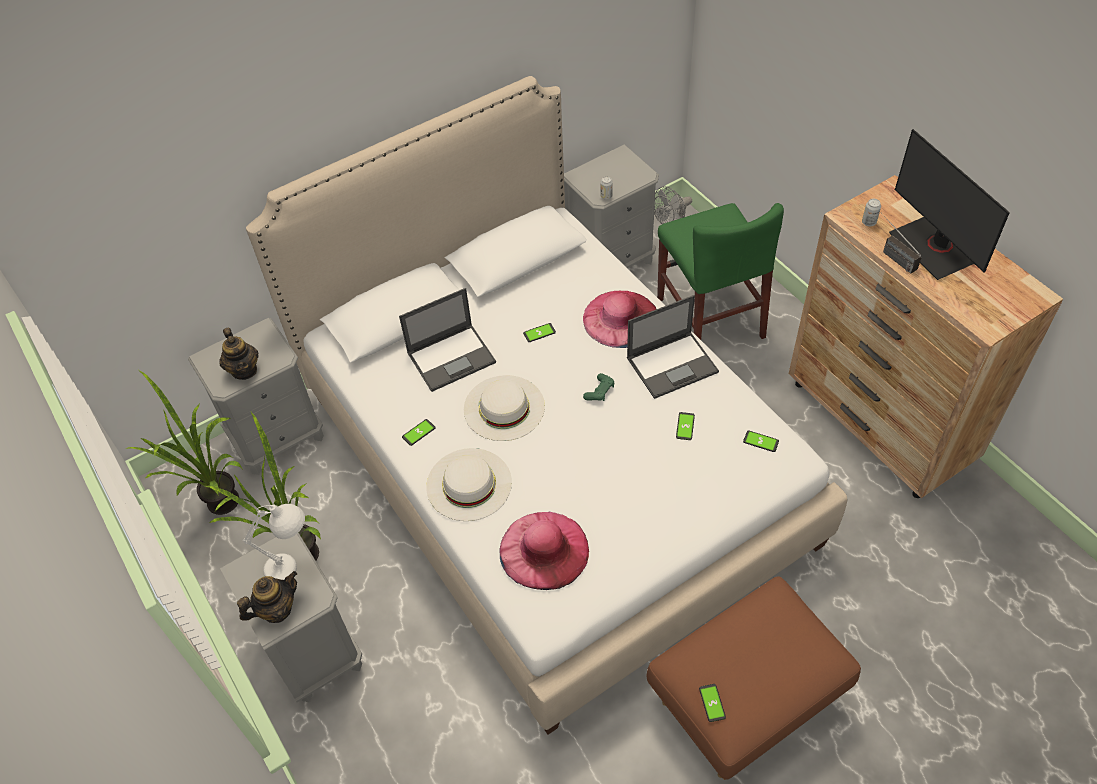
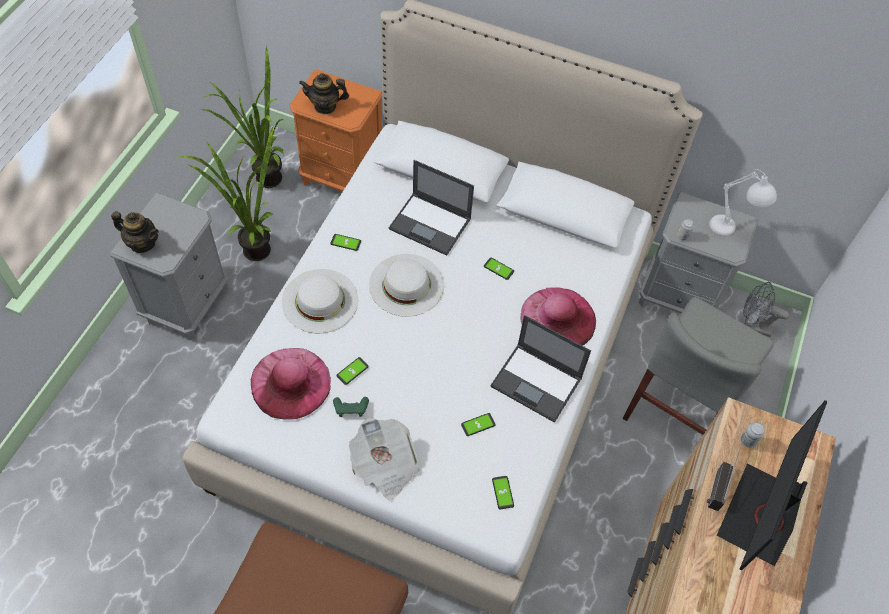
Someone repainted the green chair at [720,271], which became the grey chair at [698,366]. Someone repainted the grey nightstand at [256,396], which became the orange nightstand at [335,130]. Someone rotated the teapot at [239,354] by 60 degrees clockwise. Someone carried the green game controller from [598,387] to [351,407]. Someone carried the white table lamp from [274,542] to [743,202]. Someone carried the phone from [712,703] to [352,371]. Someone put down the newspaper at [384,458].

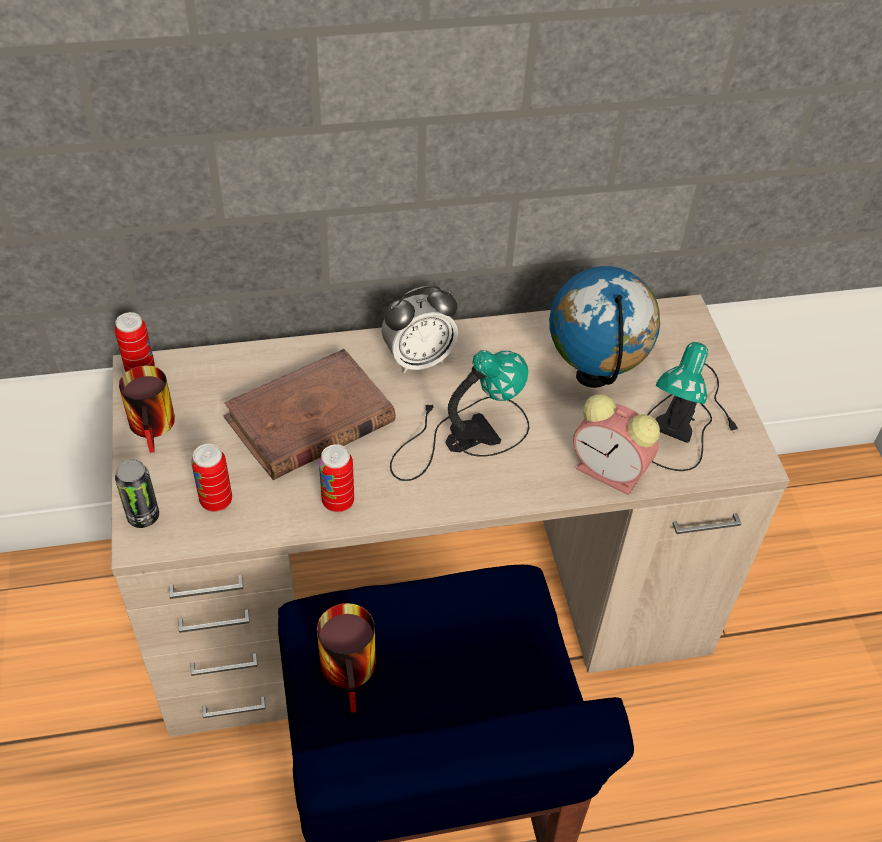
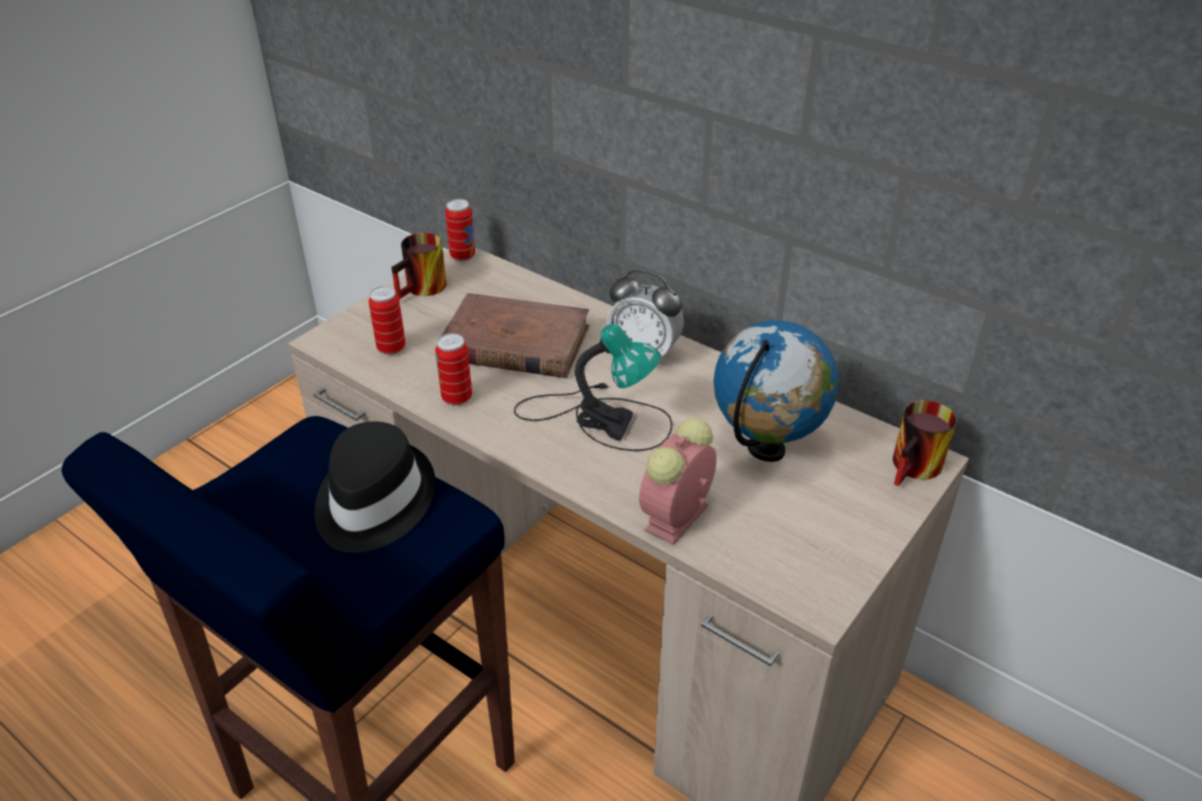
Someone took away the table lamp at [693,406]. Someone rotated the alarm clock at [616,444] by 45 degrees clockwise. Someone took away the can at [137,493]. Someone carried the mug from [346,658] to [924,443]. Someone put down the black hat at [375,487].

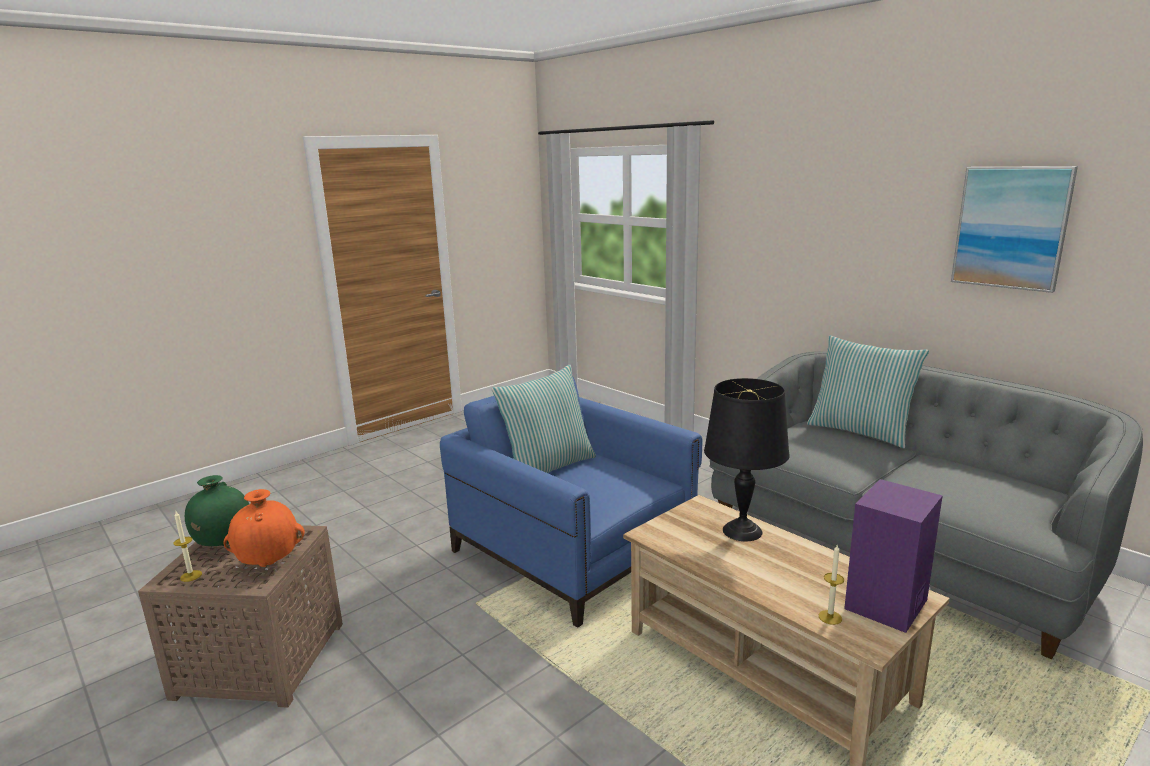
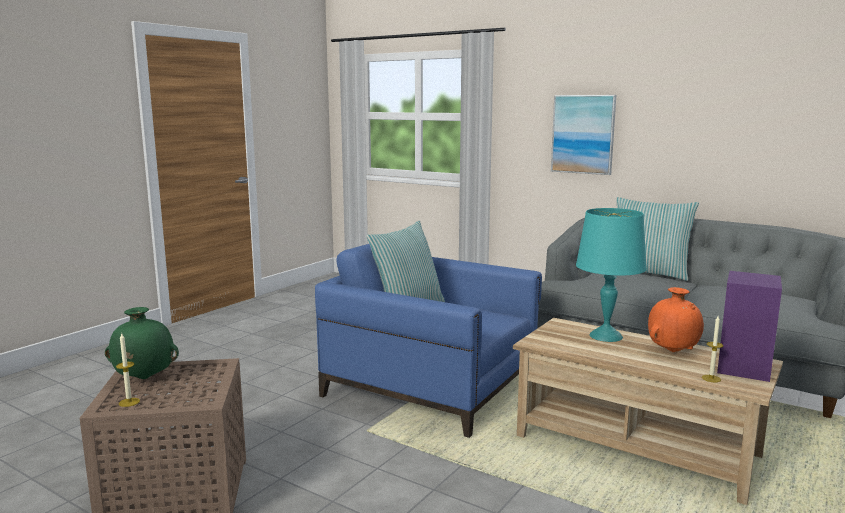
Someone carried the picture from [1014,229] to [583,135]. Someone repainted the black table lamp at [747,459], which became the turquoise table lamp at [611,275]. Someone carried the orange vase from [264,528] to [676,319].

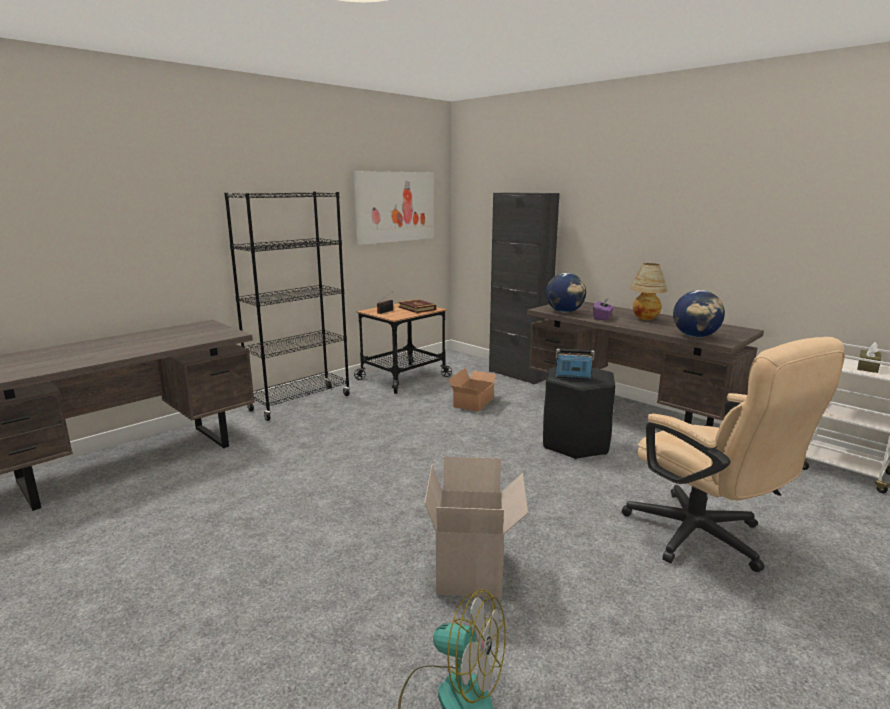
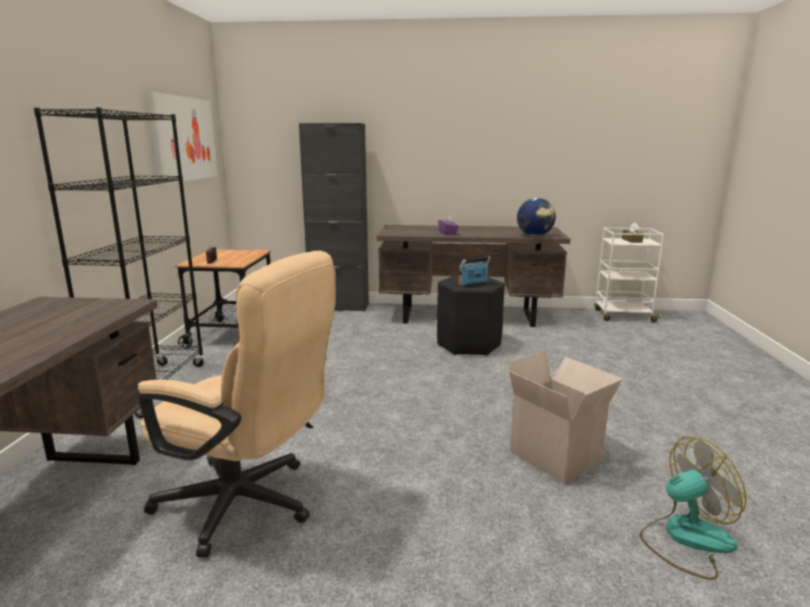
Someone took away the table lamp at [649,291]. Someone took away the globe at [566,293]. Someone took away the book at [417,306]. Someone carried the beige office chair from [733,454] to [237,404]. Someone took away the cardboard box at [474,390].

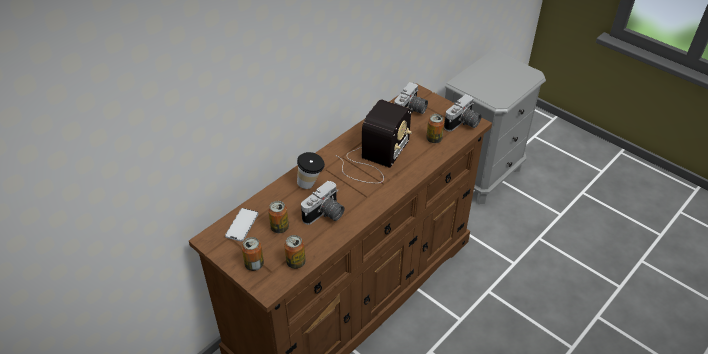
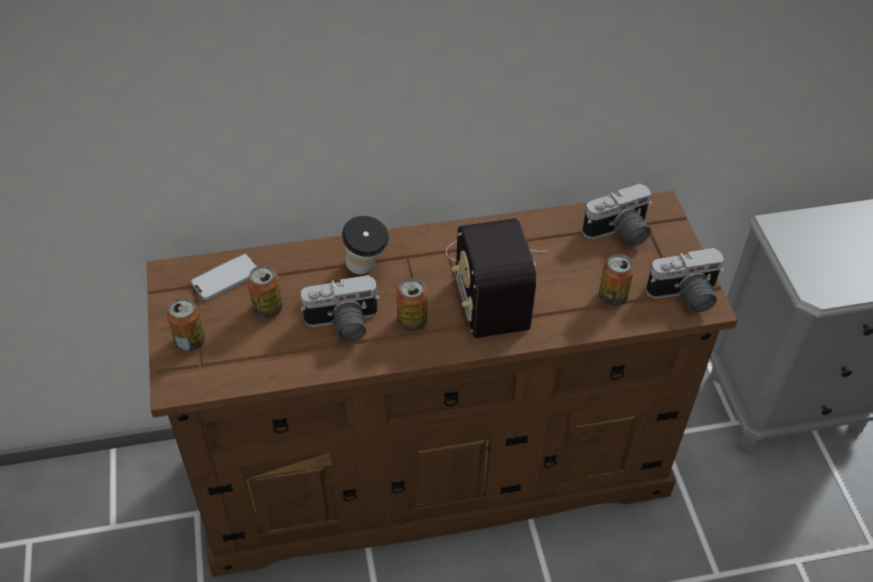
Someone rotated the radio at [373,141] by 105 degrees clockwise. Someone carried the can from [295,252] to [411,304].

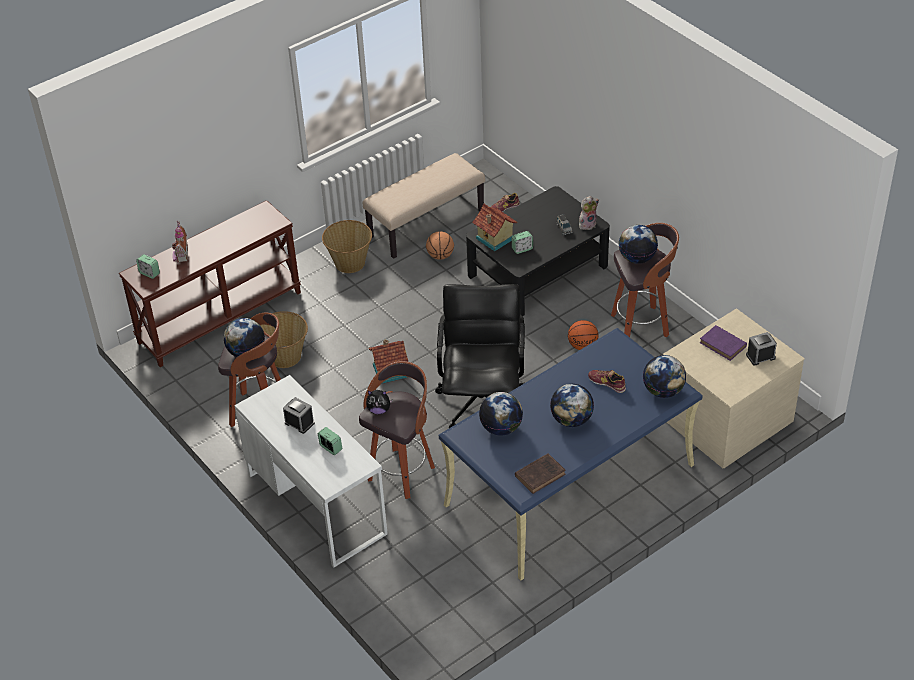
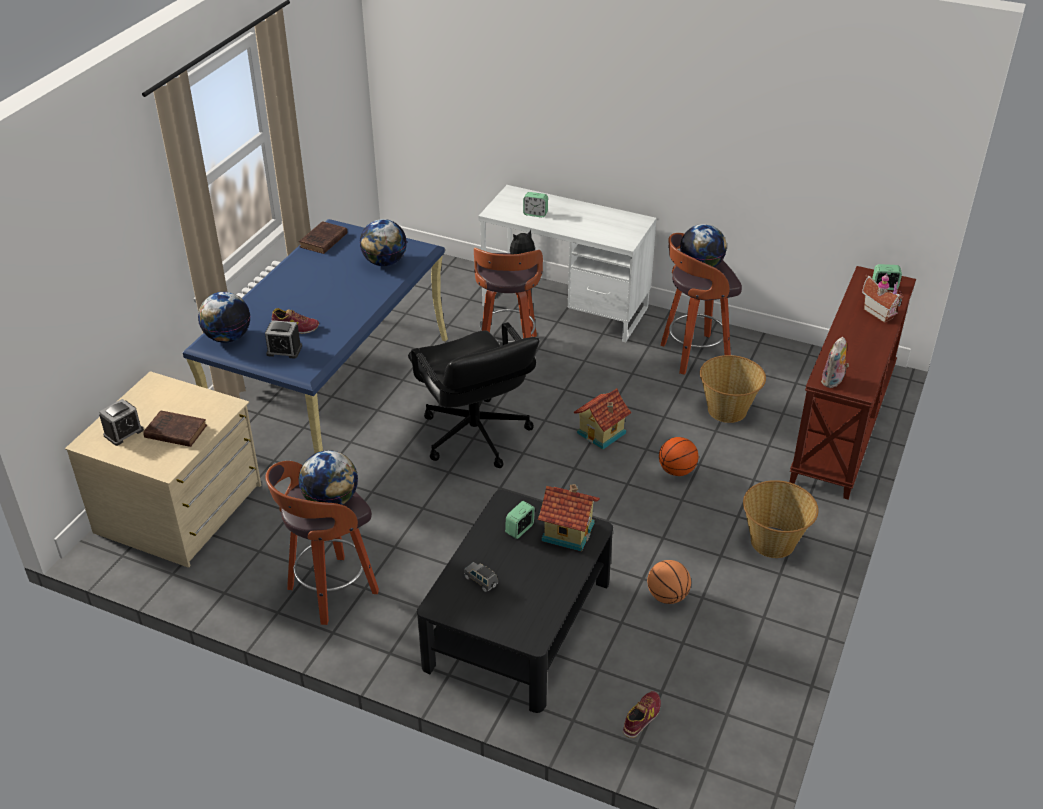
Someone took away the beige bench at [424,206]. Someone carried the plush toy from [589,213] to [835,362]. Someone carried the basketball from [583,335] to [679,456]. Someone repainted the purple book at [723,343], which became the brown book at [175,428]. Someone took away the globe at [572,405]. Someone carried the alarm clock from [299,415] to [283,339].

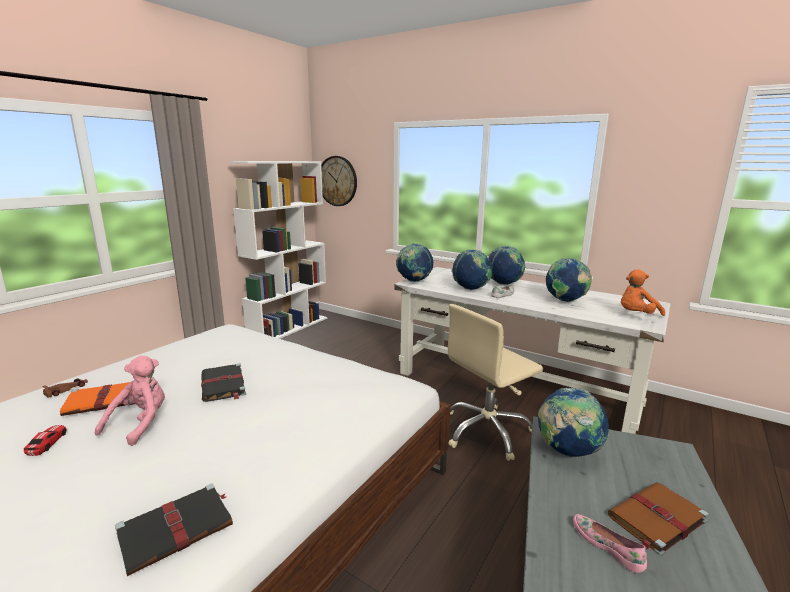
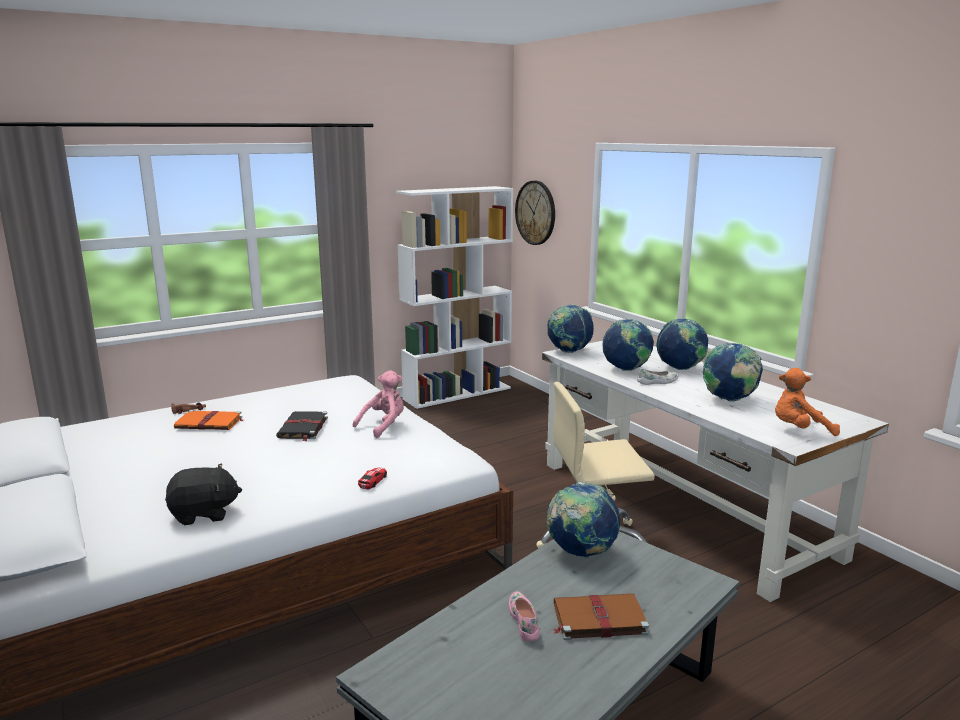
Someone carried the pink plush toy from [130,400] to [378,404]. Someone carried the toy car from [45,440] to [372,478]. Someone swapped the black book at [174,530] for the black plush toy at [203,494].

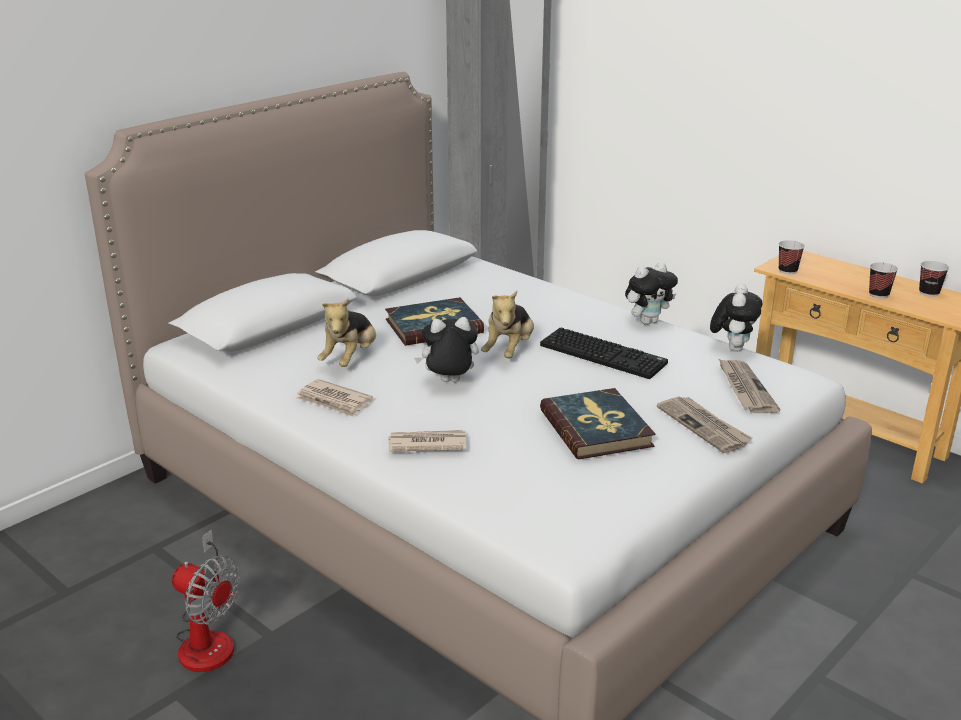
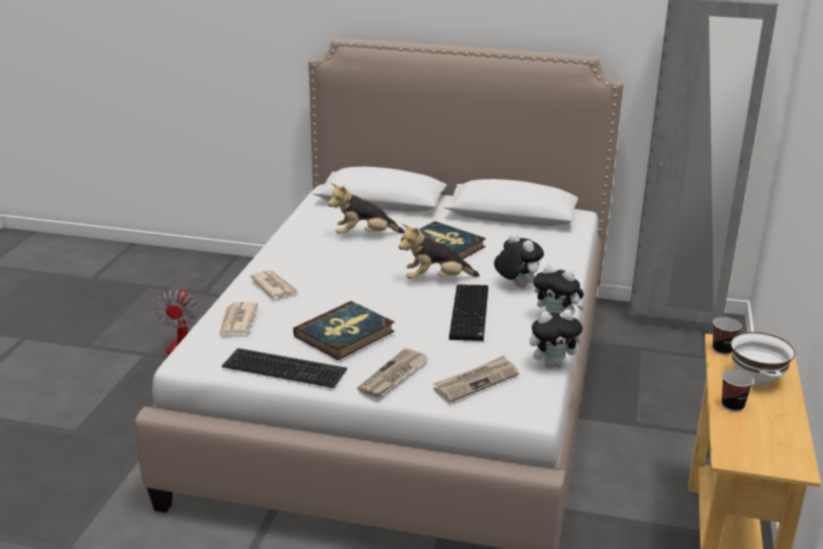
Someone took away the cup at [934,279]. Someone carried the plush toy from [446,349] to [519,260]. Someone carried the newspaper from [334,398] to [238,319]. Someone put down the white bowl at [763,359]. Someone put down the keyboard at [284,368].

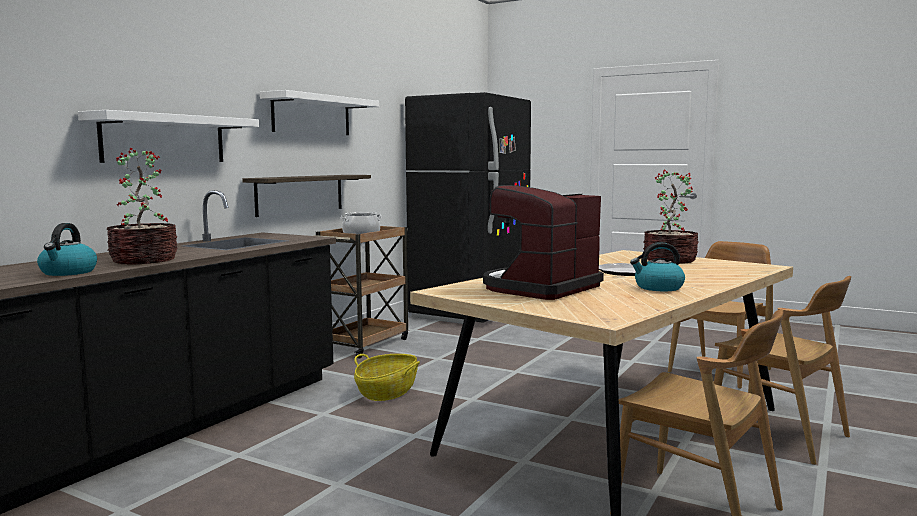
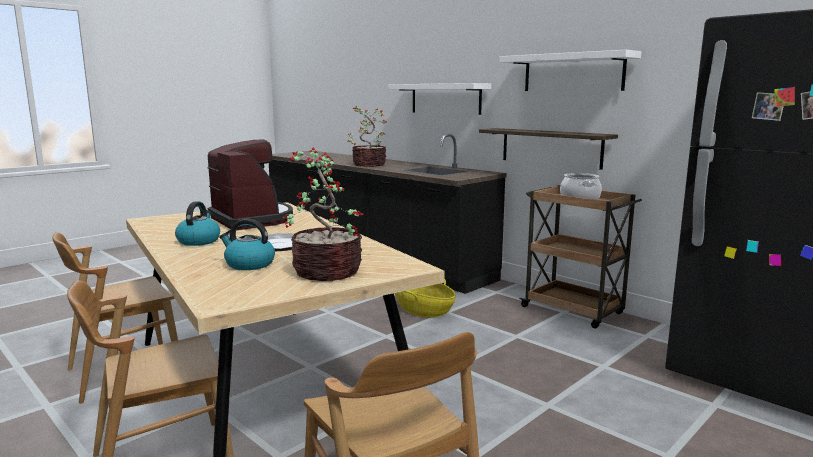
Someone carried the kettle from [67,249] to [247,244].

